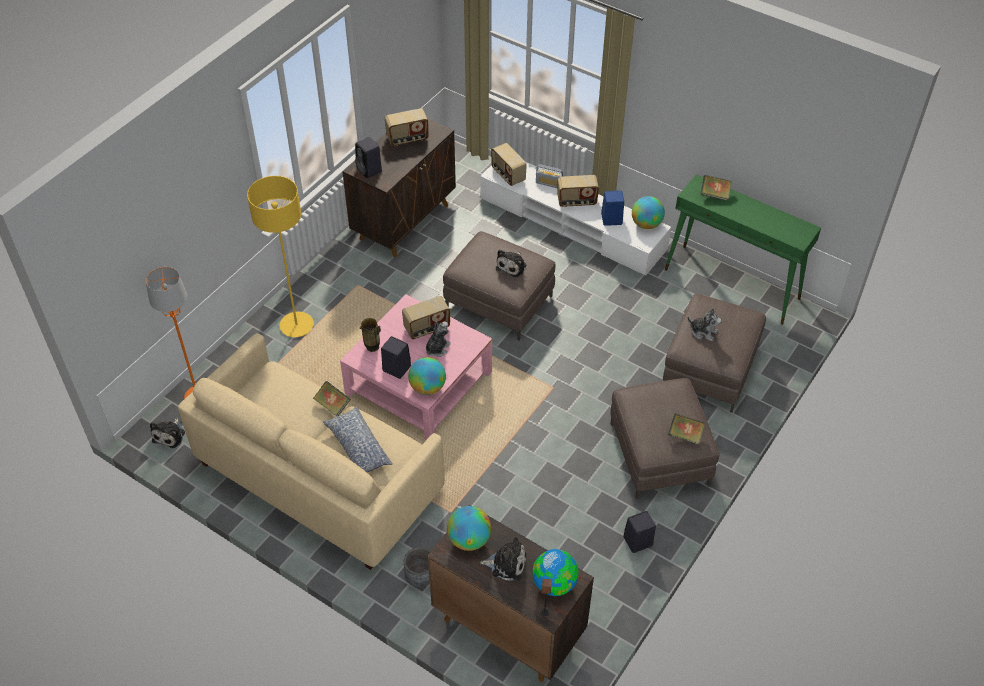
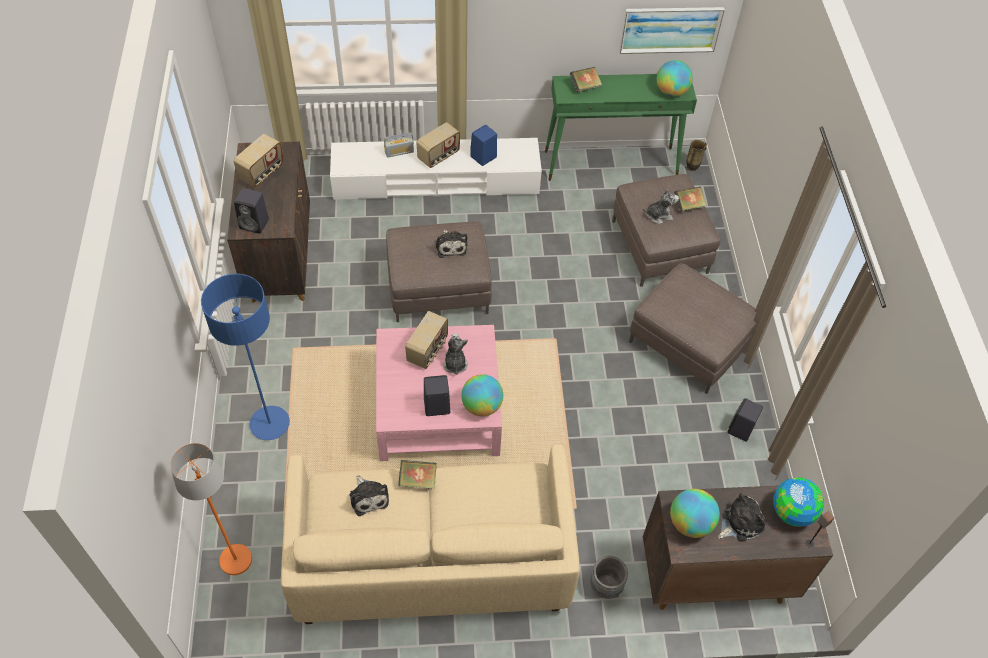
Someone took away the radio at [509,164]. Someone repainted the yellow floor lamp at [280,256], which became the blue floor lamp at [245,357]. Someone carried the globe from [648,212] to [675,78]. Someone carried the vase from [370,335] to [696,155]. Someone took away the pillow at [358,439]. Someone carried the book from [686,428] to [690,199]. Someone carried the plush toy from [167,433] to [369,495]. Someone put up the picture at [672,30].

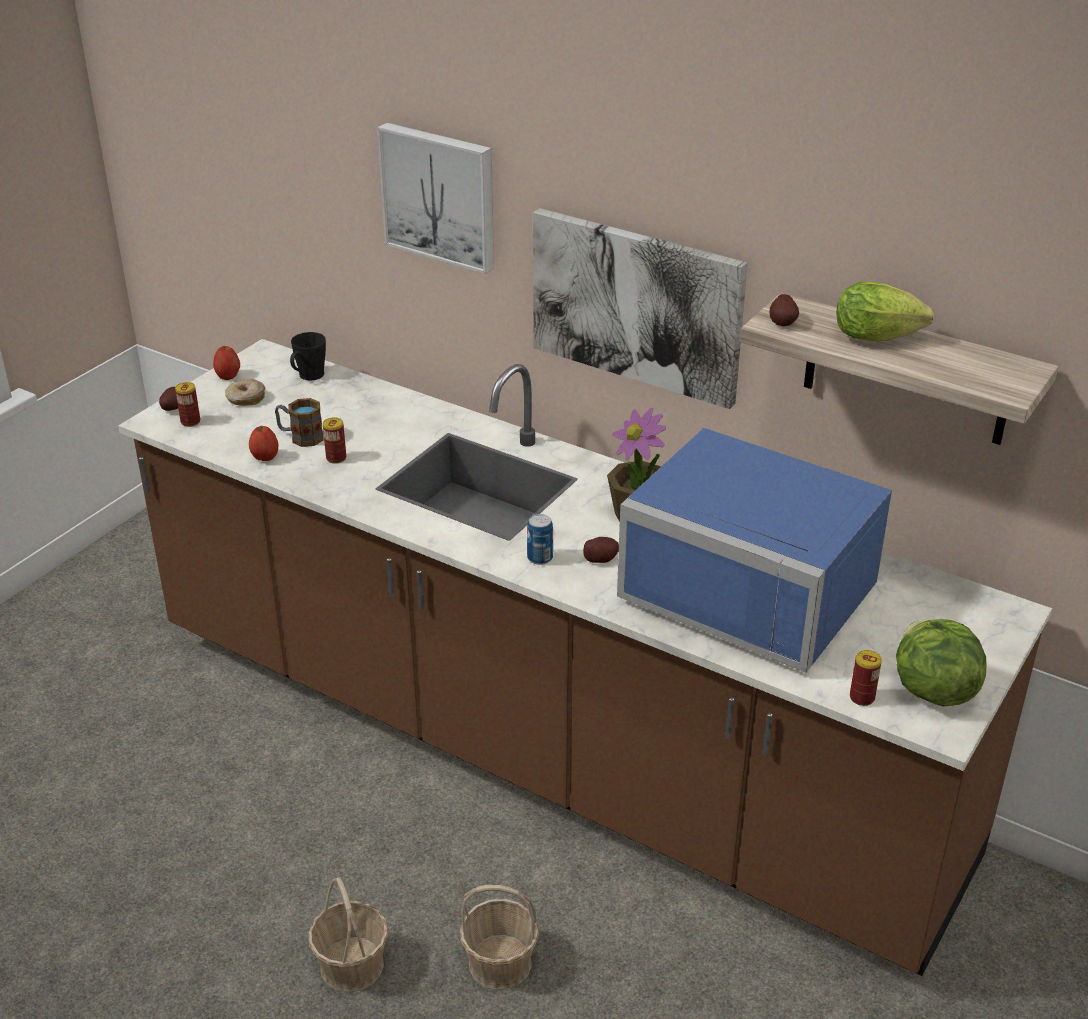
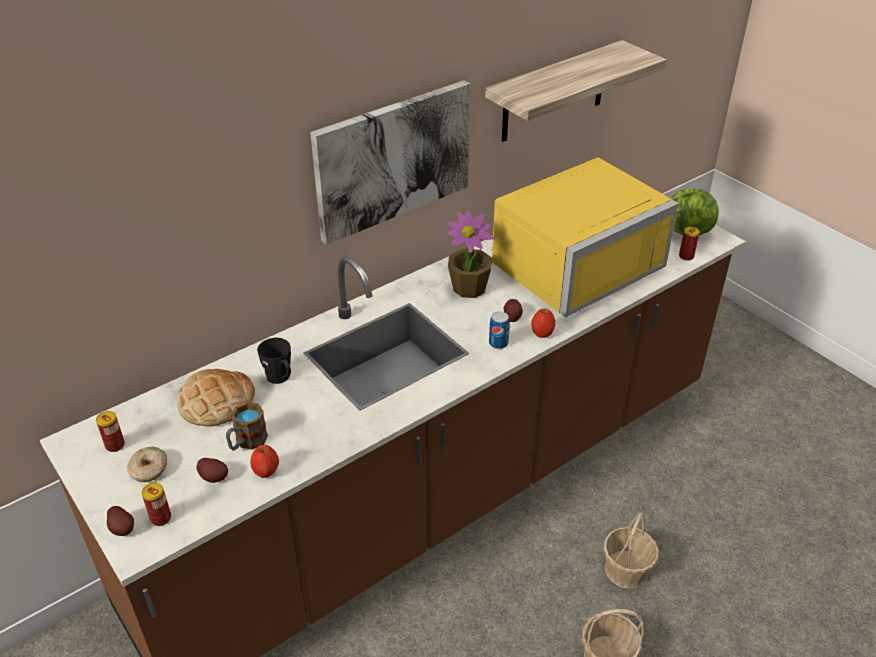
Someone took away the picture at [435,198]. Someone took away the lettuce at [885,311]. Someone carried the potato from [784,310] to [212,470]. Someone carried the black mug from [308,356] to [274,361]. Someone carried the apple from [226,363] to [544,323]. Someone carried the can from [334,440] to [110,431]. Someone repainted the blue microwave at [754,550], which became the yellow microwave at [585,237]. Someone put down the bread at [215,398].

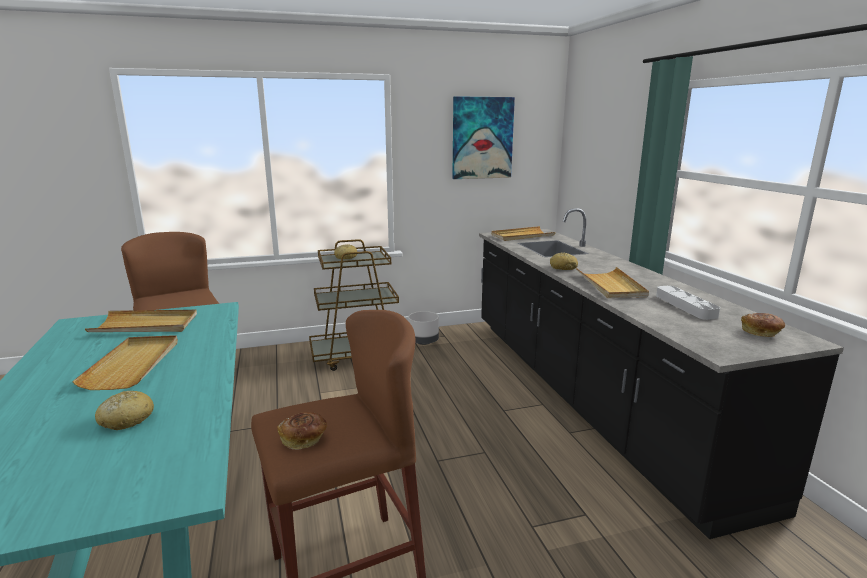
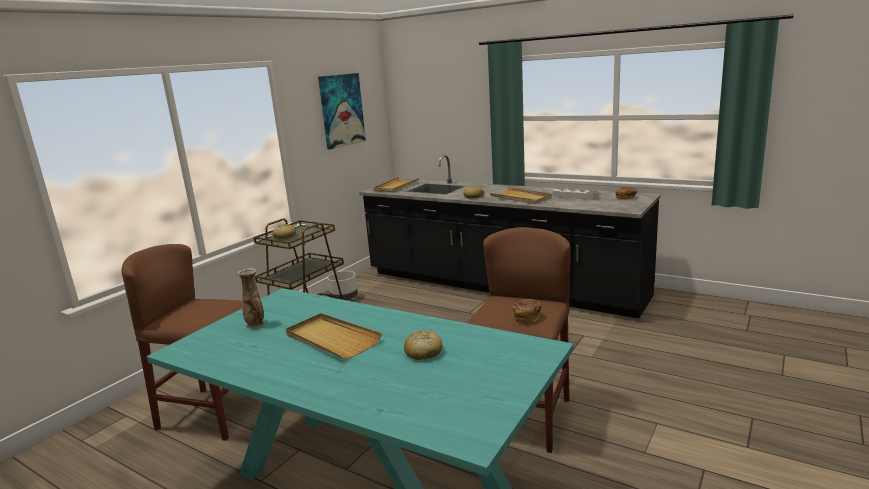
Someone swapped the beige tray at [141,321] for the vase at [250,298].

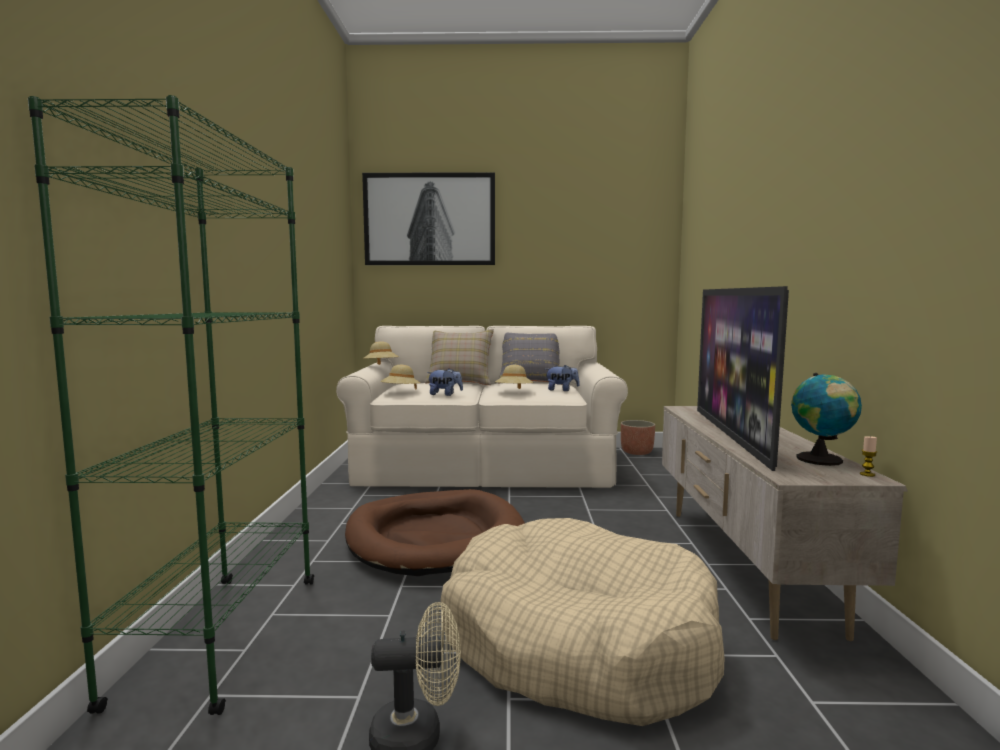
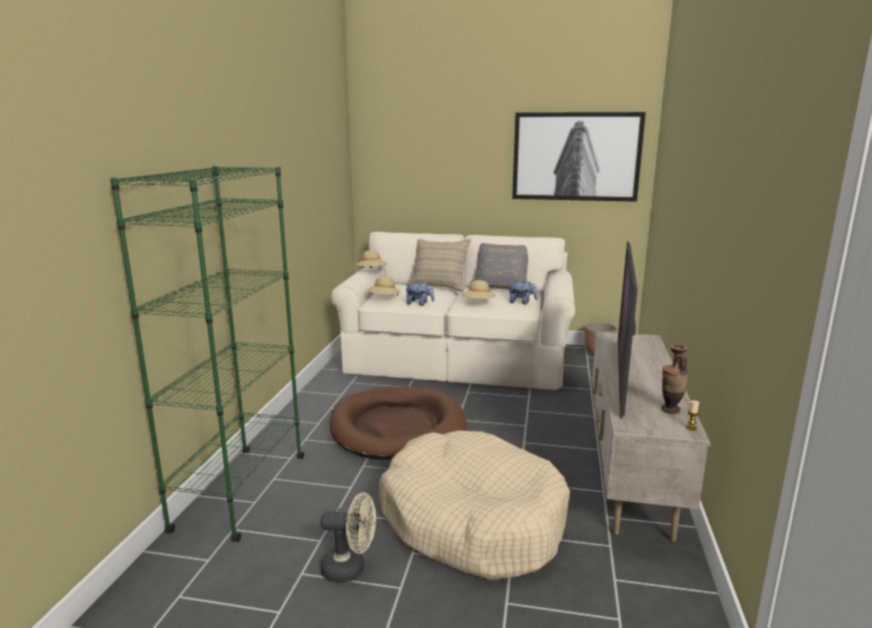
Someone carried the picture from [428,218] to [579,157]. Someone swapped the globe at [826,419] for the vase at [675,379].

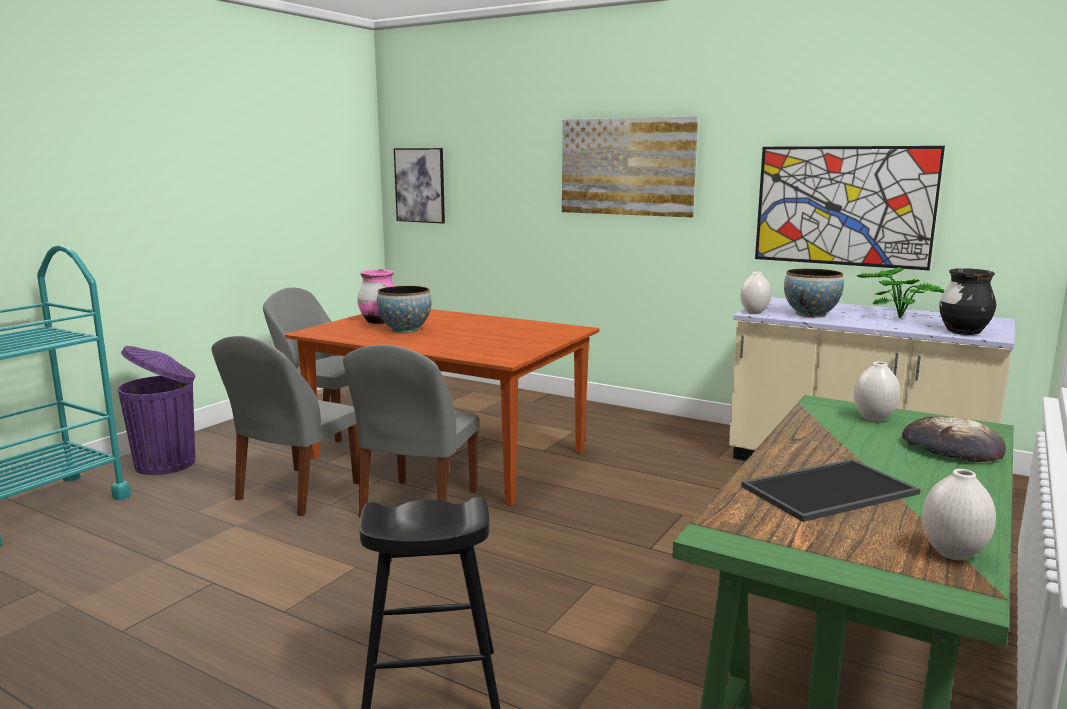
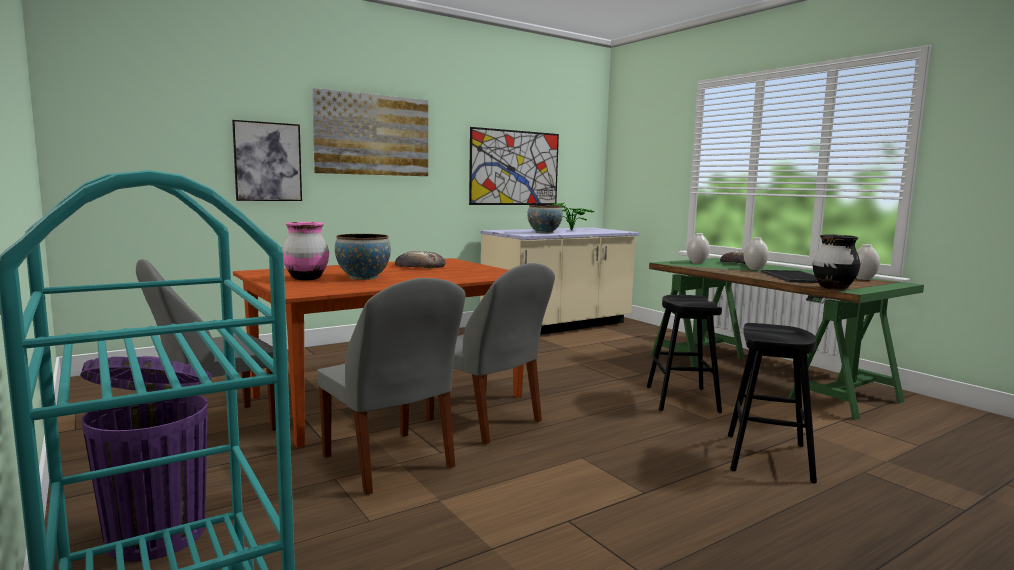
Someone carried the picture from [419,185] to [267,160]. Someone carried the black vase from [967,301] to [836,262]. Someone carried the white vase from [755,293] to [756,253]. Someone put down the bread at [420,260]. Someone put down the black stool at [684,354].

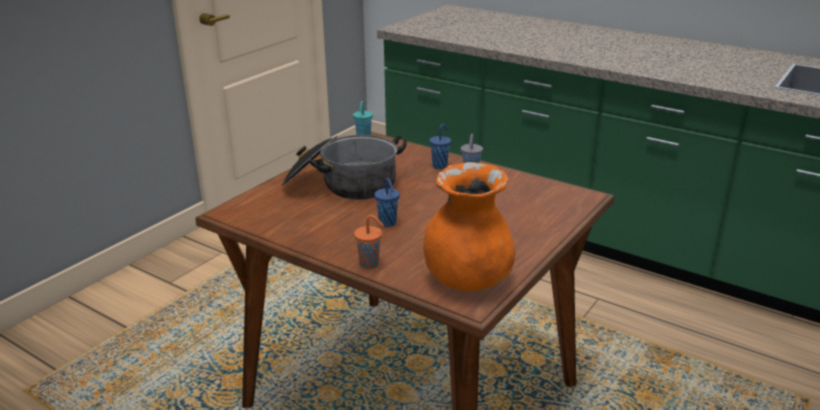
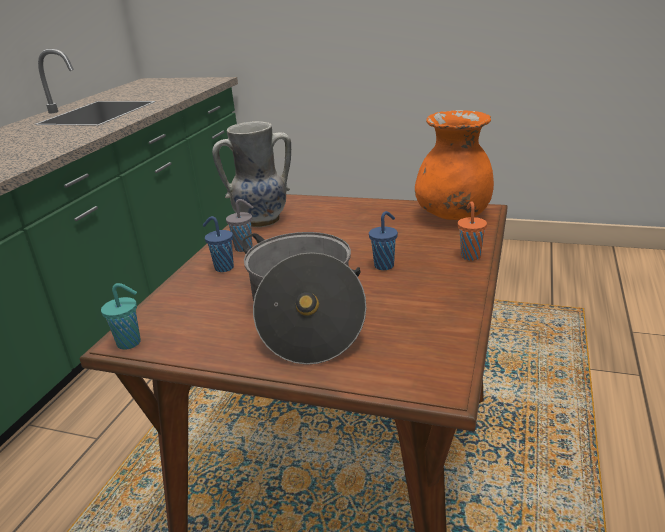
Someone put down the vase at [251,174].

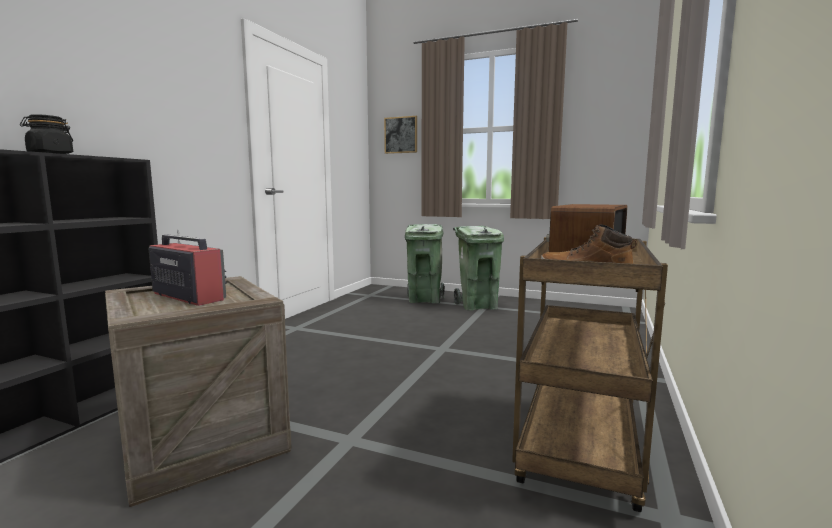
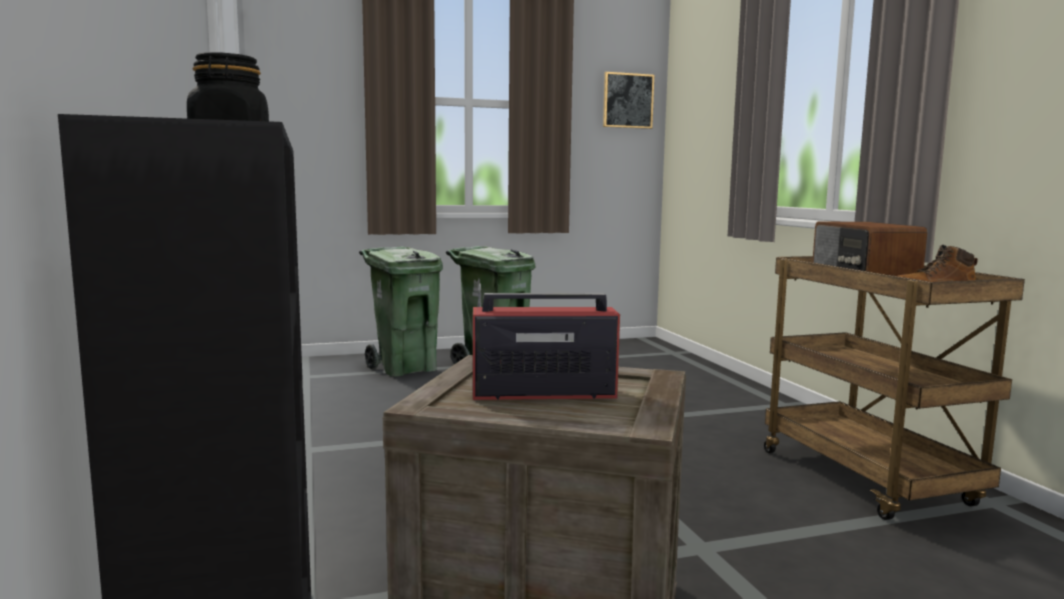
Someone carried the picture from [400,135] to [628,100].

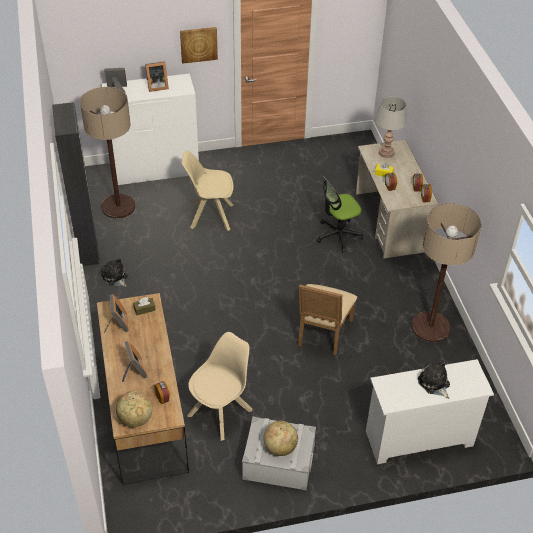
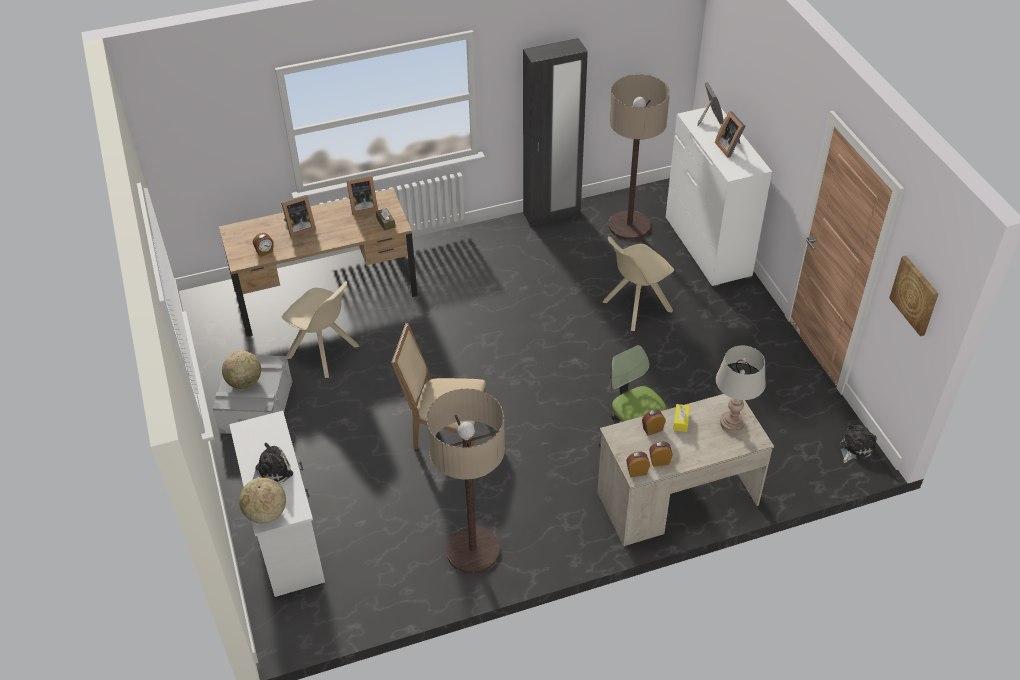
Someone carried the picture from [199,45] to [914,296]. Someone rotated the beige chair at [207,191] by 120 degrees counterclockwise. Someone carried the plush toy from [115,272] to [858,443]. Someone carried the globe from [134,409] to [262,500].

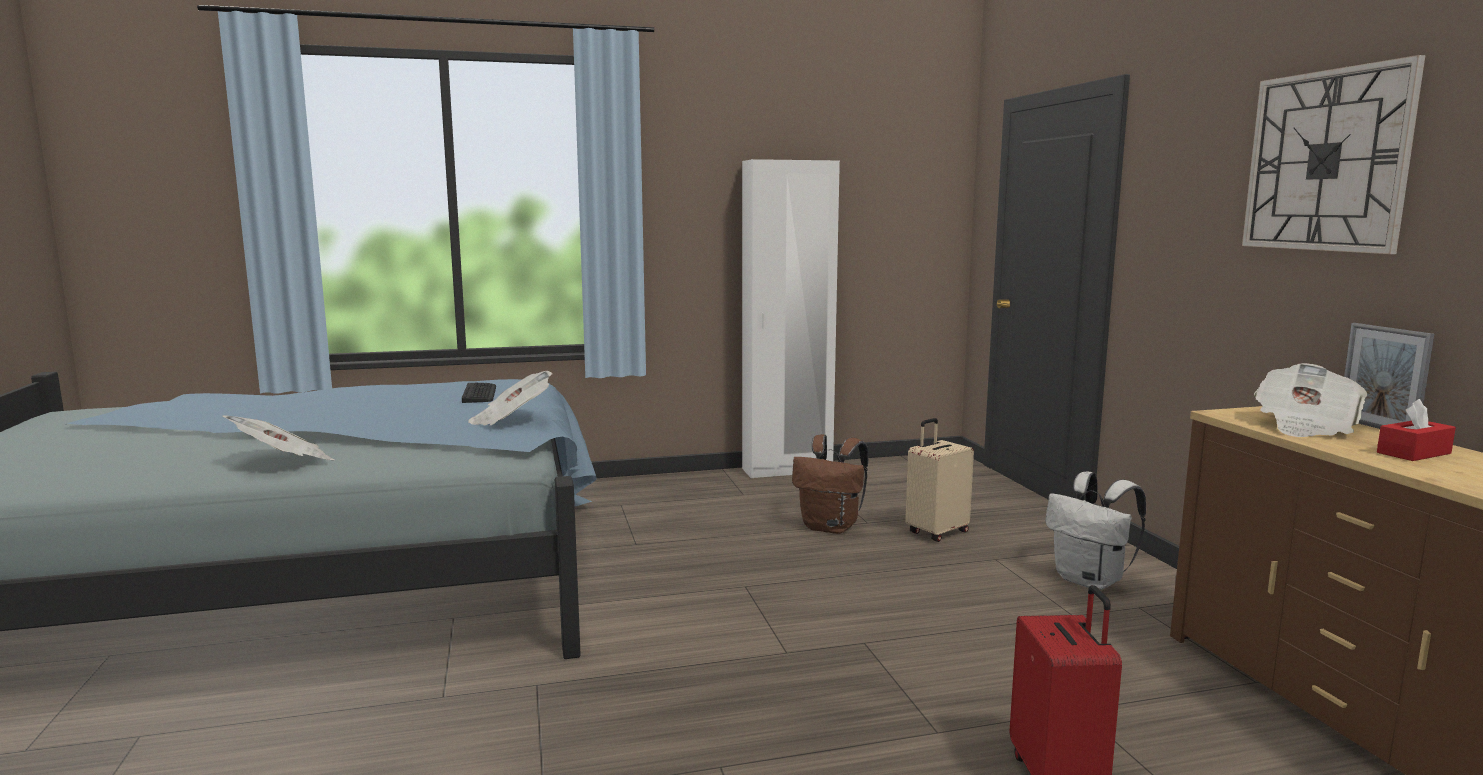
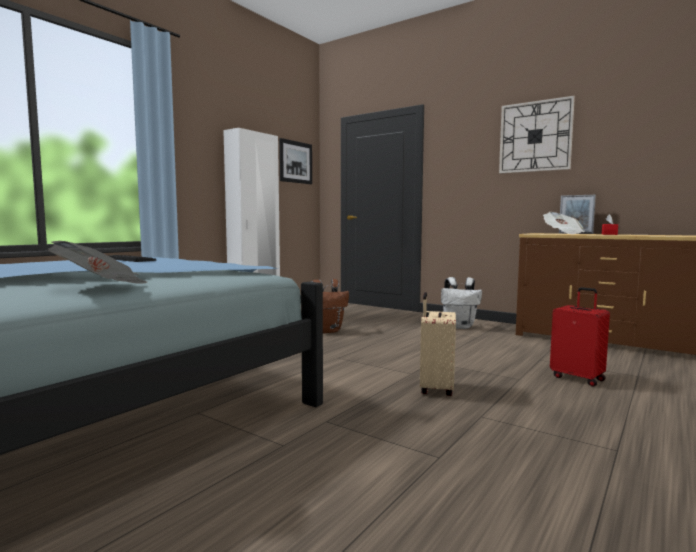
Someone took away the newspaper at [510,398]. Someone carried the beige suitcase from [939,480] to [438,344]. Someone put up the picture at [295,161].

